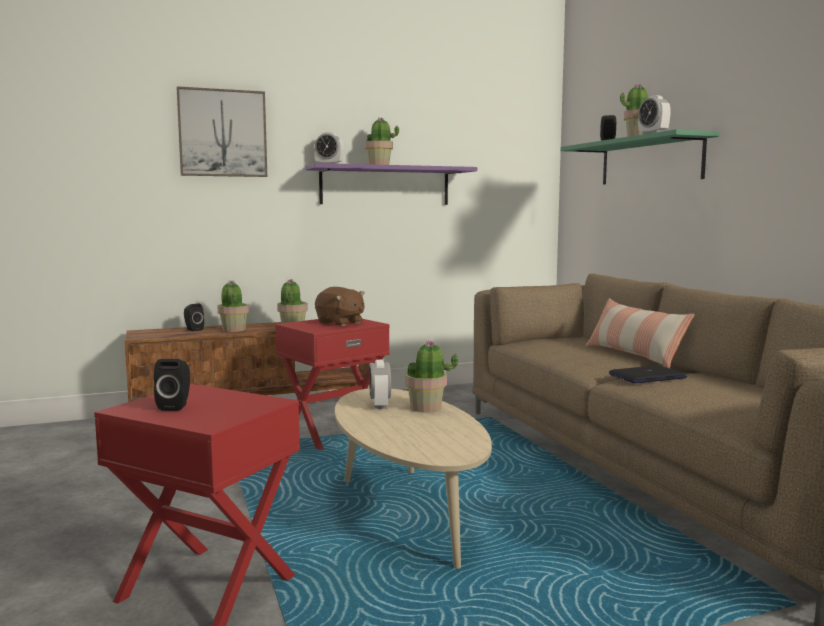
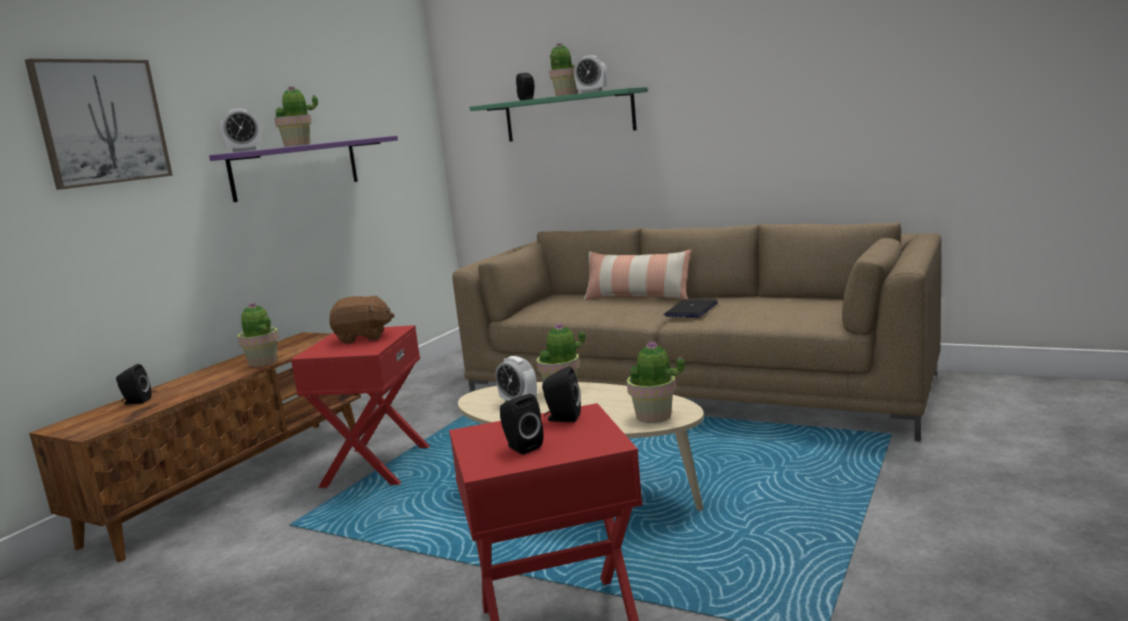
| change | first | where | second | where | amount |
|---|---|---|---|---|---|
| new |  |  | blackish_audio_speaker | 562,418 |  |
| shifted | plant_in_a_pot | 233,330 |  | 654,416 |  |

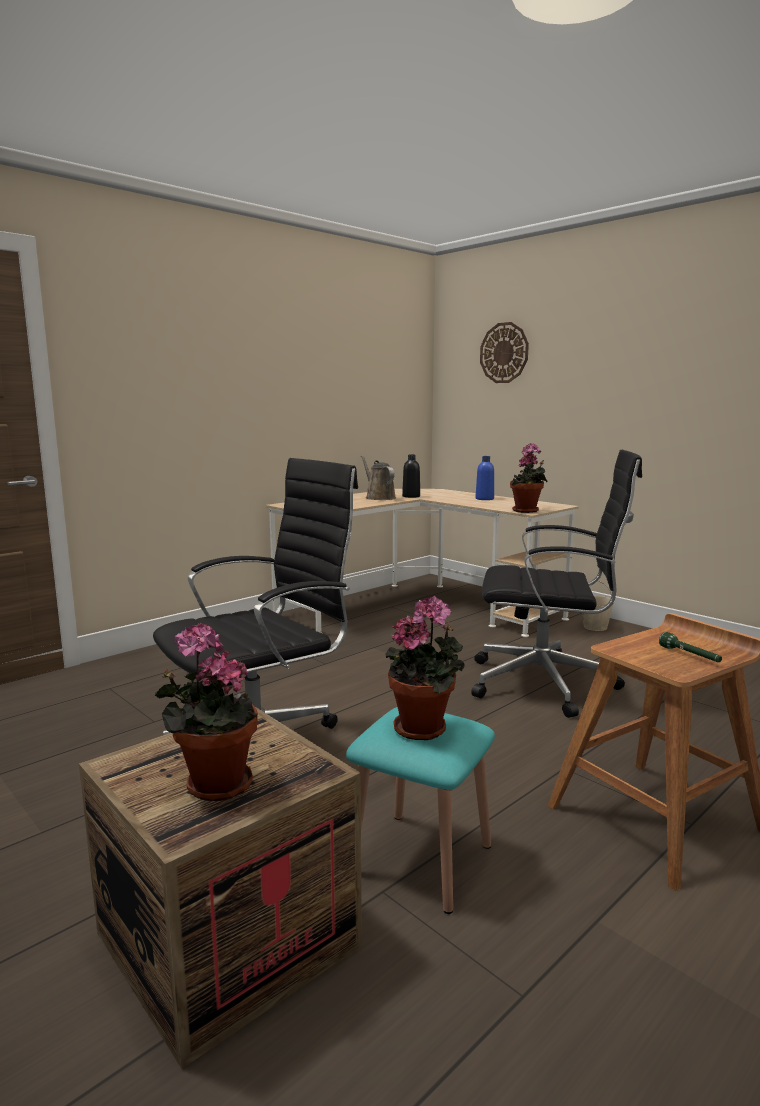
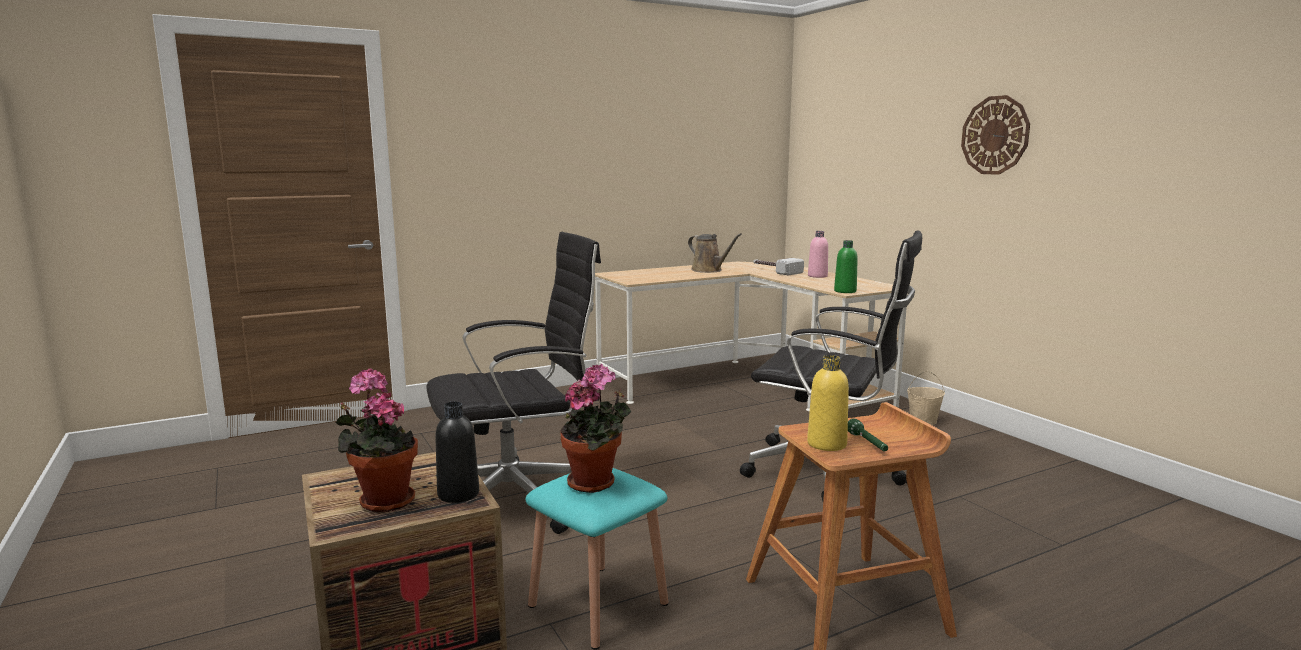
| change | first | where | second | where | amount |
|---|---|---|---|---|---|
| shifted | blackish_drink_bottle | 411,496 |  | 458,494 |  |
| rotated | brownish_watering_can | 379,497 |  | 709,270 | 150 degrees clockwise |
| new |  |  | tool_hammer | 774,271 |  |
| new |  |  | yellowish_drink_bottle | 826,444 |  |
| repainted | blue-coloured_drink_bottle | 484,499 | pink_drink_bottle | 817,276 |  |
| swapped | plant_in_a_pot | 527,511 | greenish_drink_bottle | 845,291 |  |
| shifted | clock_on_the_wall | 504,353 |  | 995,135 |  |

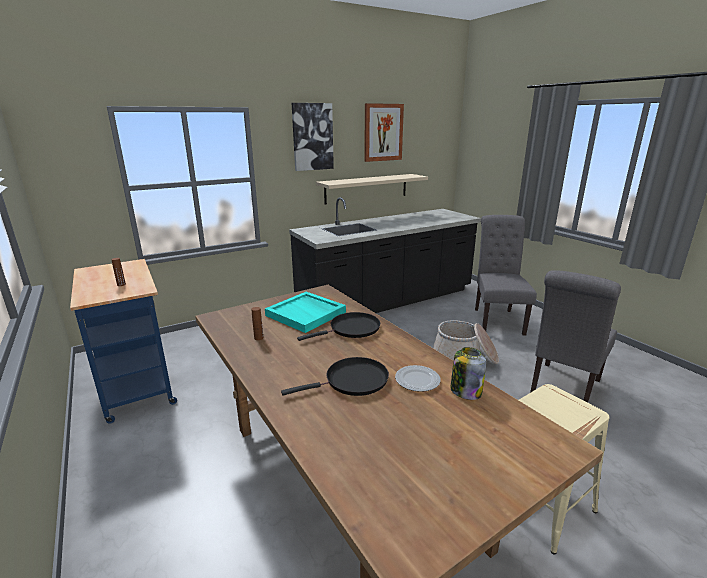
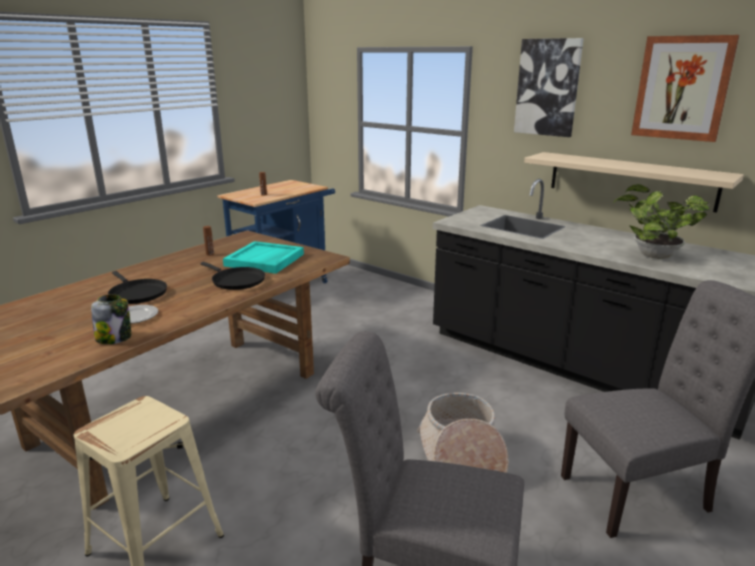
| change | first | where | second | where | amount |
|---|---|---|---|---|---|
| new |  |  | plant_in_a_pot | 651,255 |  |

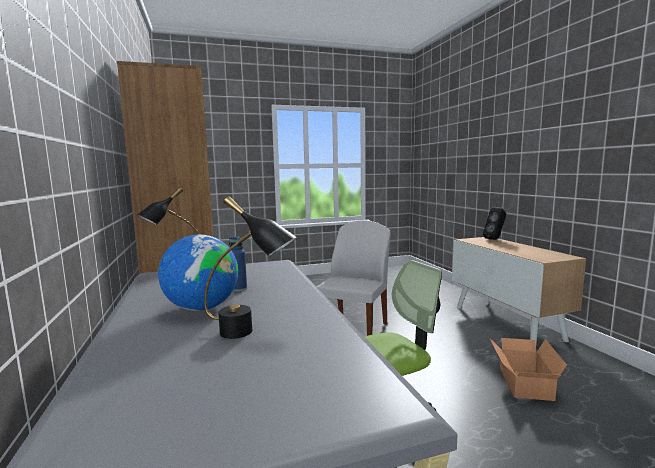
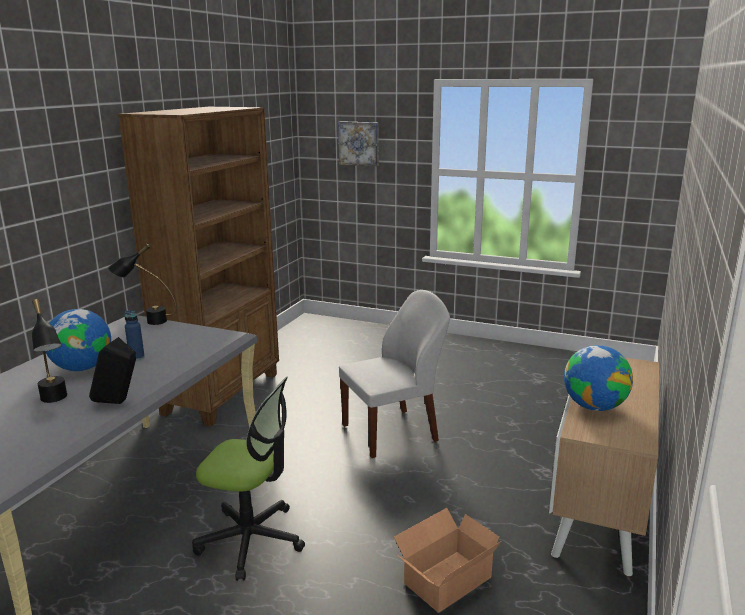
| change | first | where | second | where | amount |
|---|---|---|---|---|---|
| shifted | blackish_audio_speaker | 495,239 |  | 119,403 |  |
| new |  |  | wall_art | 359,143 |  |
| new |  |  | desk_globe | 594,406 |  |

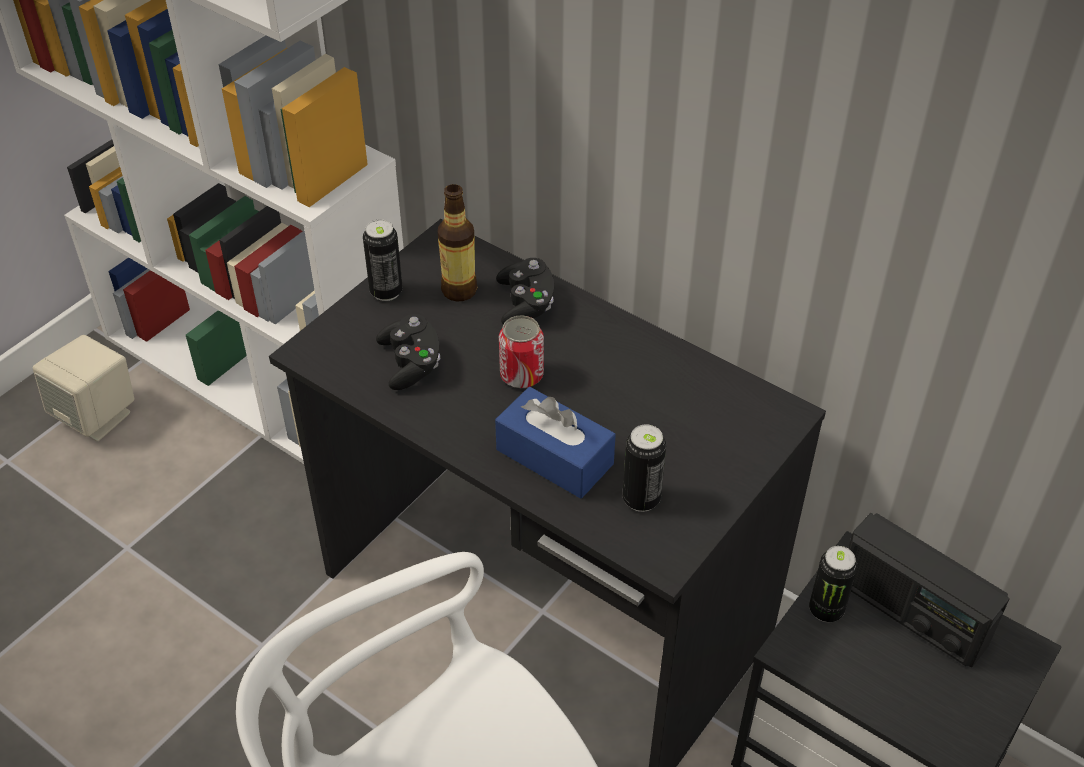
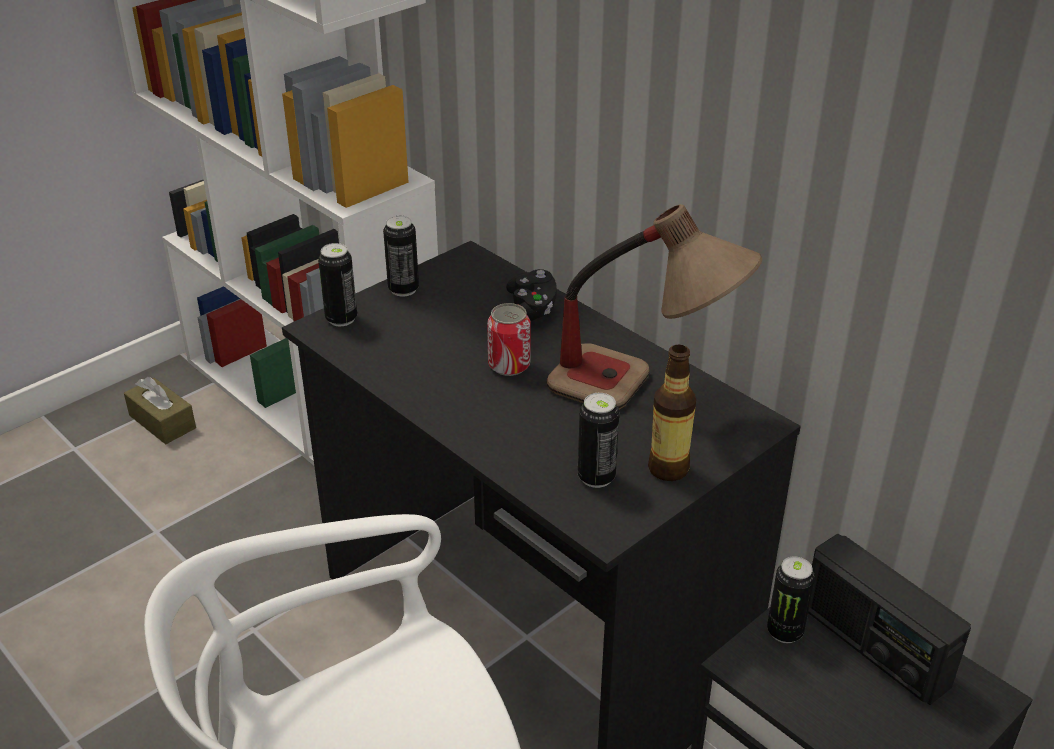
| change | first | where | second | where | amount |
|---|---|---|---|---|---|
| swapped | sand-coloured_audio_speaker | 97,416 | brownish_tissue_box | 162,422 |  |
| new |  |  | sealed_can | 341,319 |  |
| new |  |  | lamp_for_a_table | 645,395 |  |
| shifted | drink_bottle | 459,290 |  | 668,469 |  |
| gone | blackish_joypad | 411,364 |  |  |  |
| gone | blue-coloured_tissue_box | 554,457 |  |  |  |

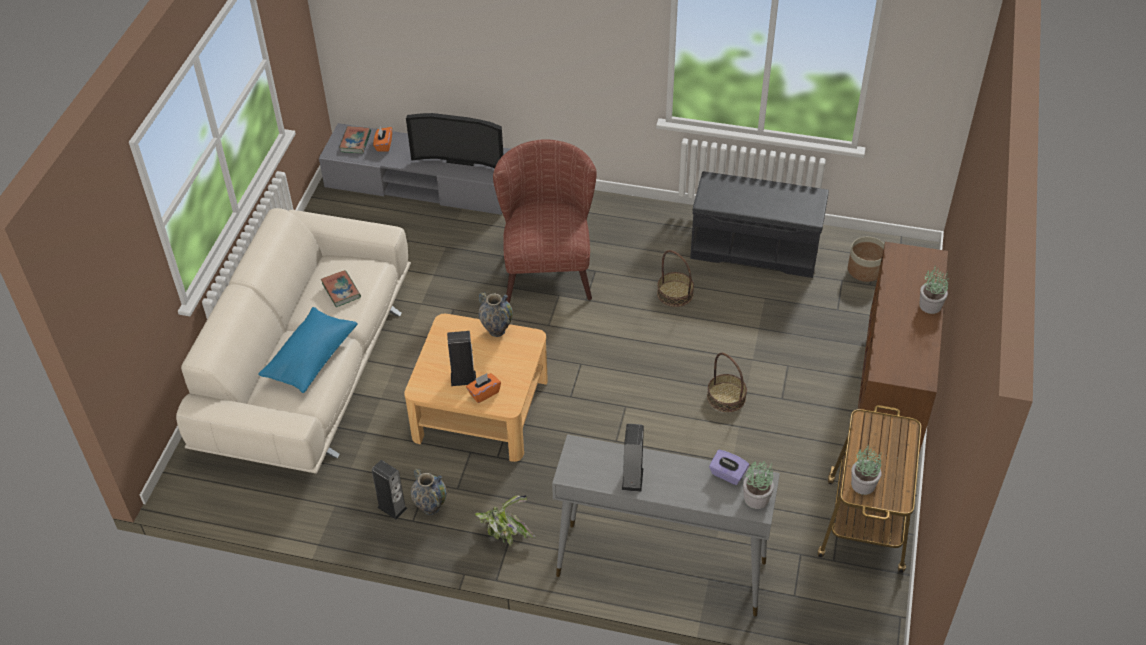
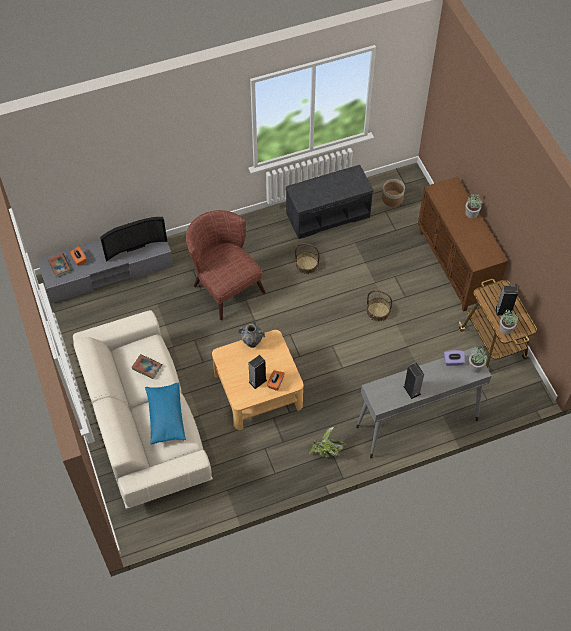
| change | first | where | second | where | amount |
|---|---|---|---|---|---|
| shifted | audio_speaker | 392,507 |  | 503,311 |  |
| gone | decorative_vase | 431,507 |  |  |  |

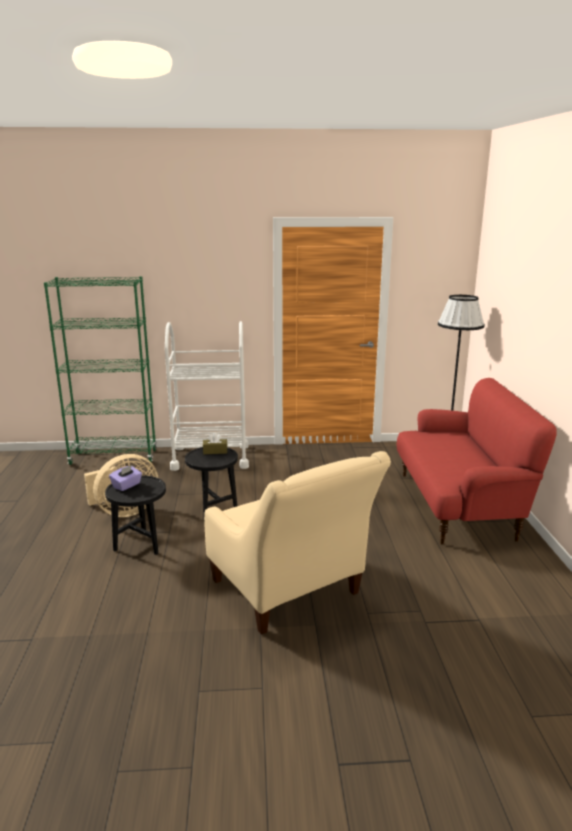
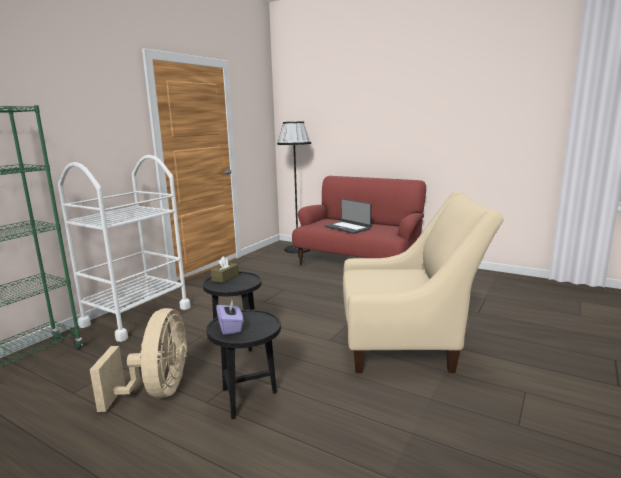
| change | first | where | second | where | amount |
|---|---|---|---|---|---|
| new |  |  | laptop | 347,227 |  |

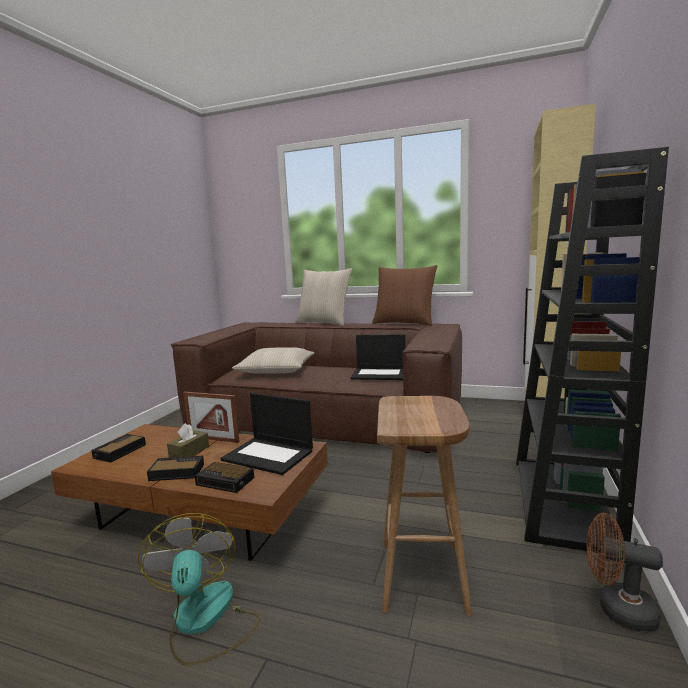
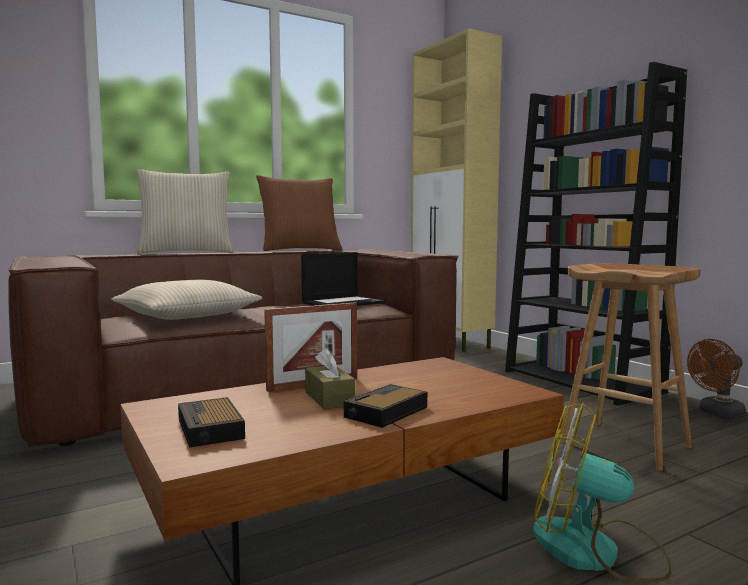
| change | first | where | second | where | amount |
|---|---|---|---|---|---|
| gone | alarm_clock | 226,481 |  |  |  |
| gone | laptop | 269,455 |  |  |  |

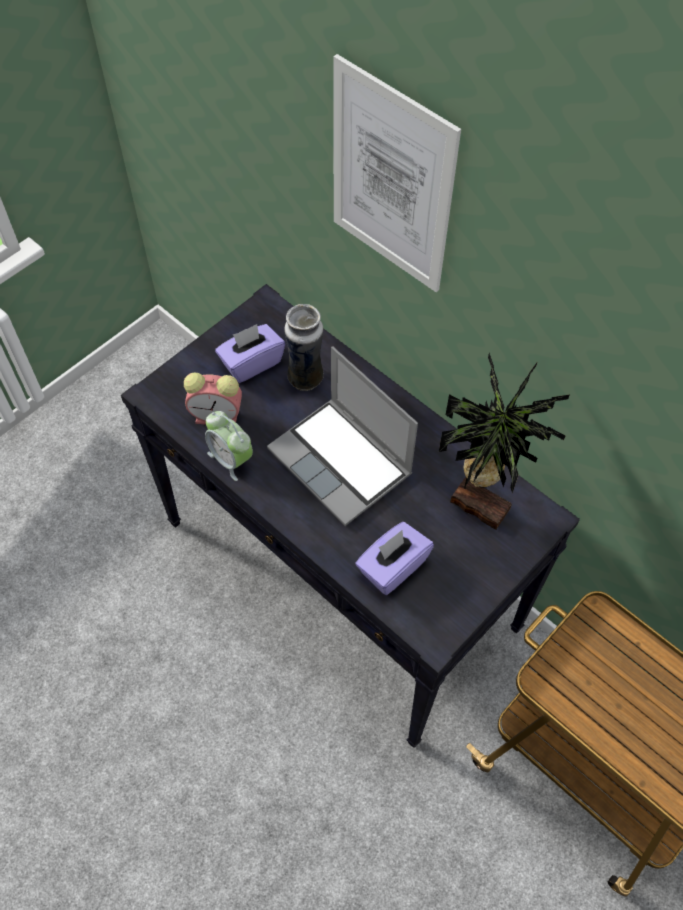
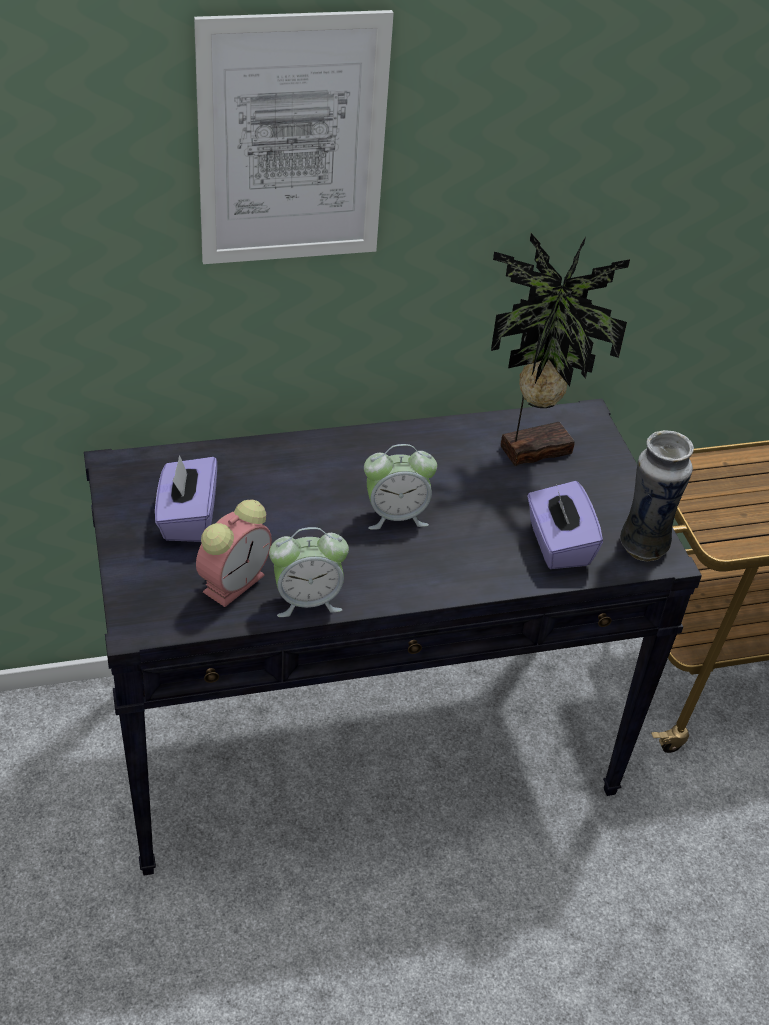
| change | first | where | second | where | amount |
|---|---|---|---|---|---|
| swapped | laptop | 342,462 | alarm_clock | 396,515 |  |
| shifted | decorative_vase | 305,378 |  | 642,546 |  |

